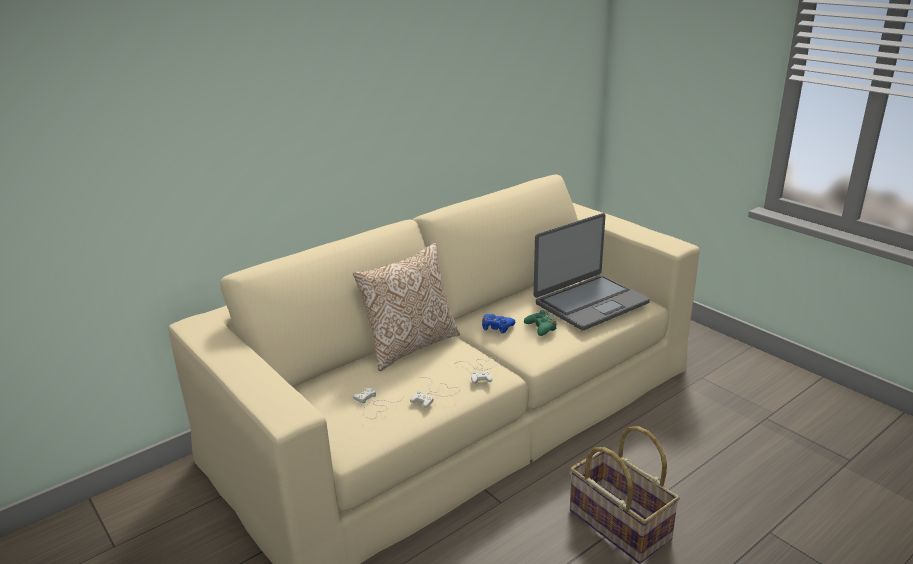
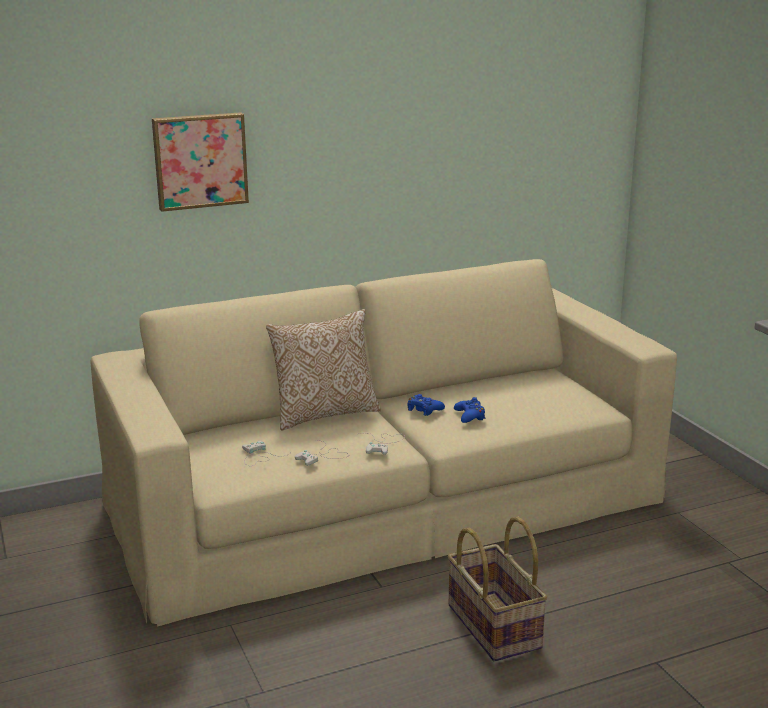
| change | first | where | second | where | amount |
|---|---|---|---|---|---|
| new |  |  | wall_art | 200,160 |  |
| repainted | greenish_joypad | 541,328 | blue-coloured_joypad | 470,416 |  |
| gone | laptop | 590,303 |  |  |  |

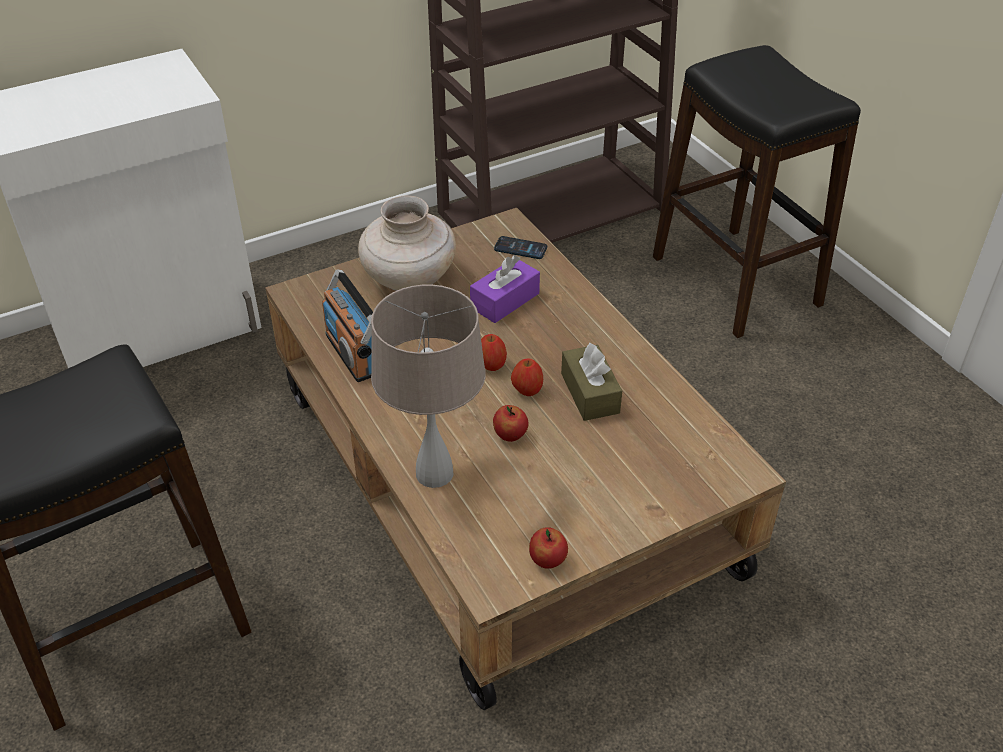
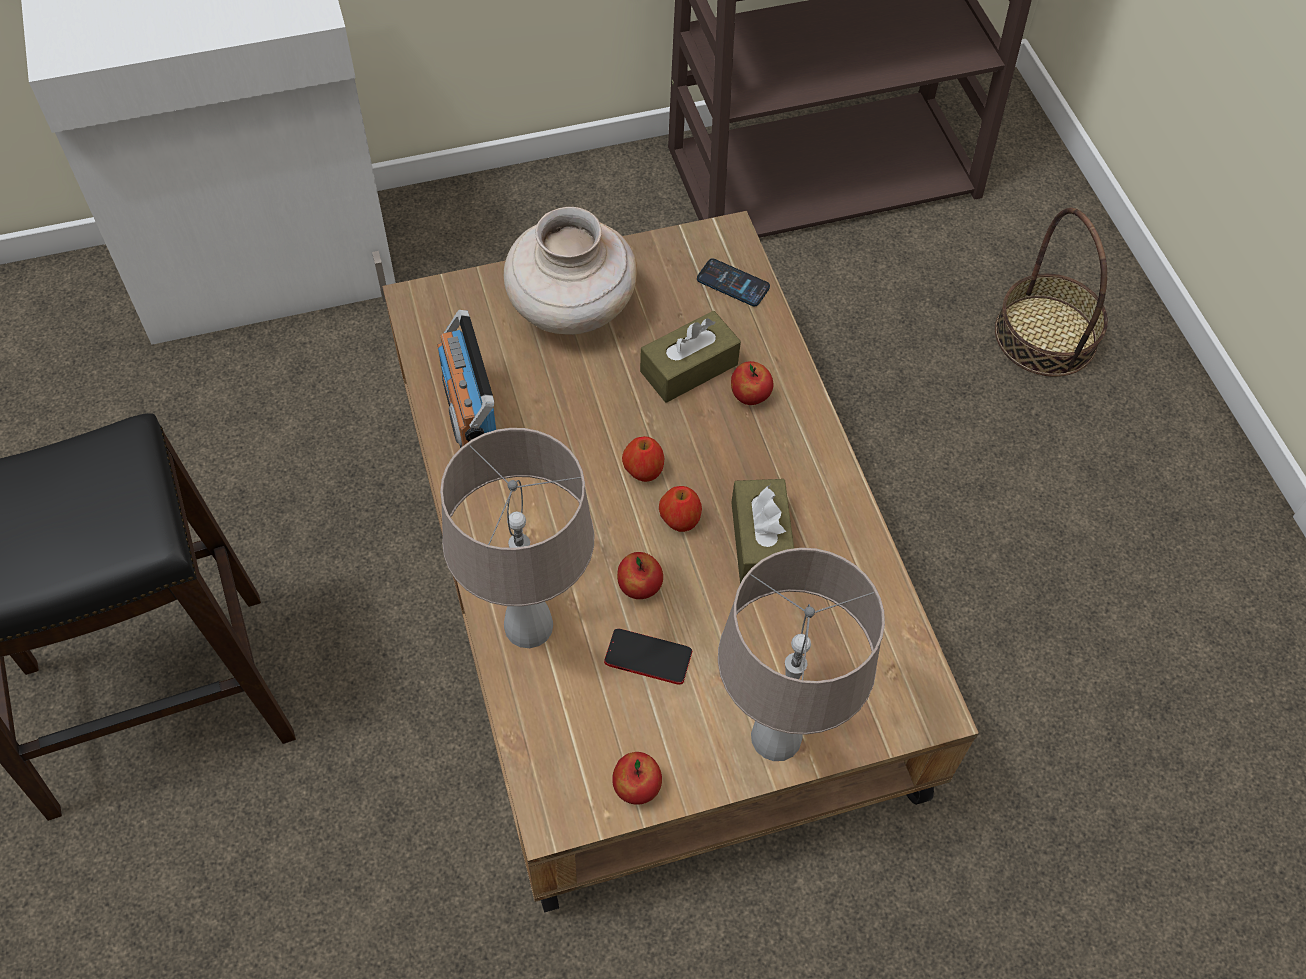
| change | first | where | second | where | amount |
|---|---|---|---|---|---|
| new |  |  | phone | 648,657 |  |
| repainted | purple_tissue_box | 505,301 | brownish_tissue_box | 689,368 |  |
| new |  |  | sand-coloured_lamp_for_a_table | 775,737 |  |
| new |  |  | apple | 750,396 |  |
| swapped | blackish_sitting_stool | 736,281 | basket | 1046,336 |  |

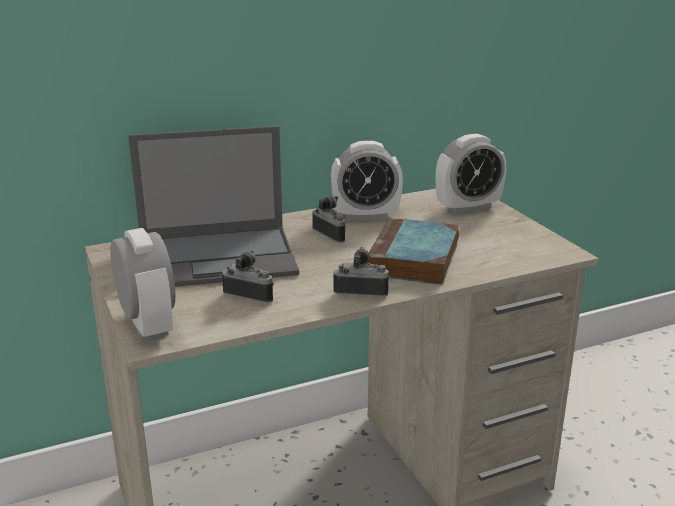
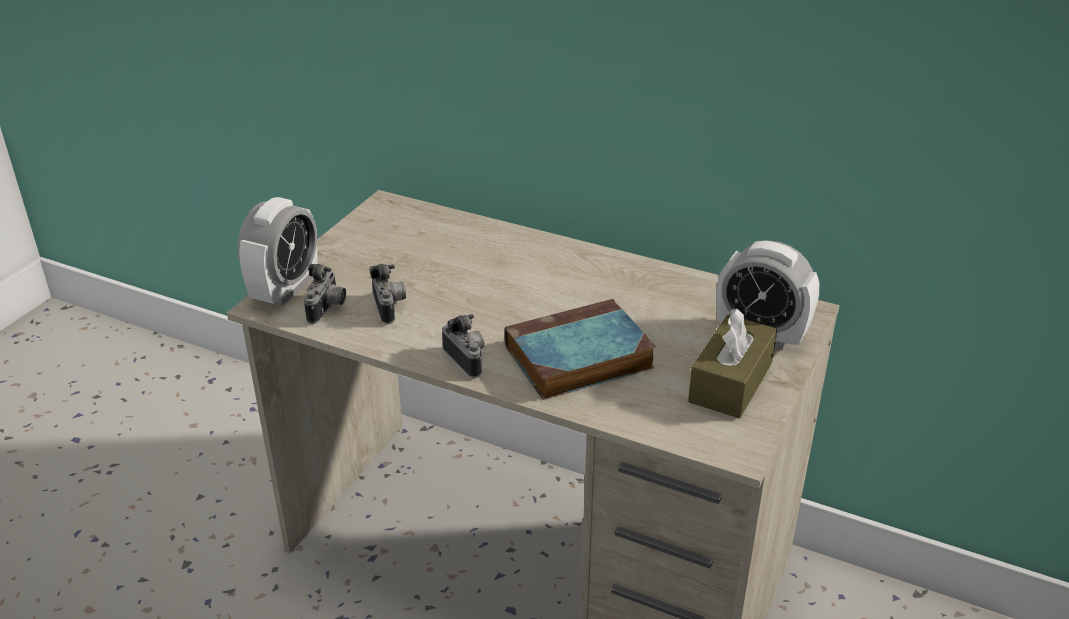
| change | first | where | second | where | amount |
|---|---|---|---|---|---|
| shifted | still_camera | 332,234 |  | 328,309 |  |
| new |  |  | brownish_tissue_box | 731,382 |  |
| gone | laptop | 218,257 |  |  |  |
| gone | alarm_clock | 365,216 |  |  |  |

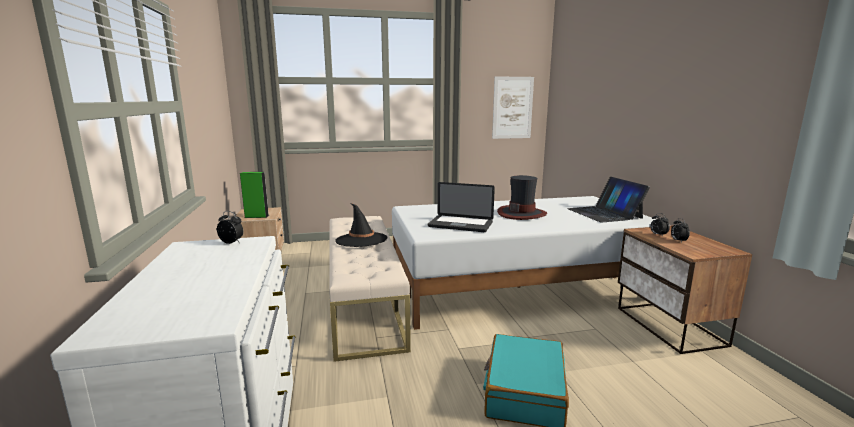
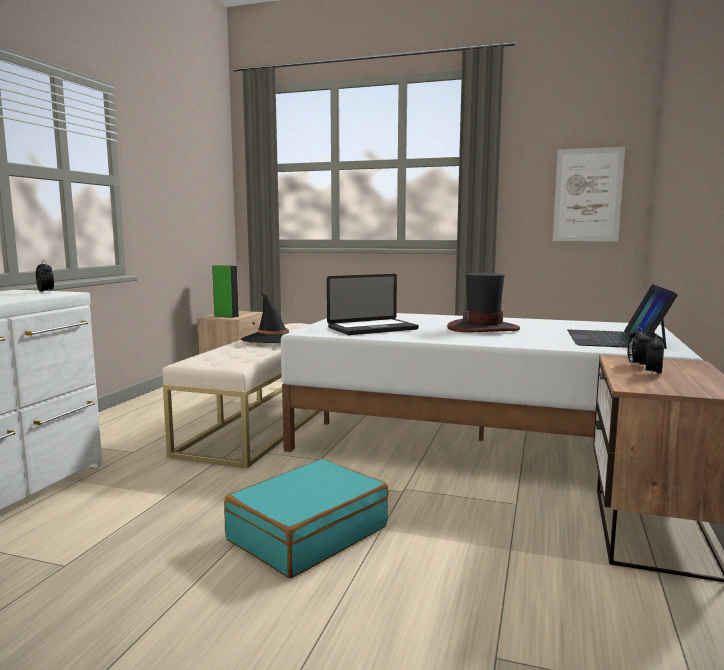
| change | first | where | second | where | amount |
|---|---|---|---|---|---|
| rotated | laptop | 460,225 |  | 372,329 | 75 degrees counterclockwise |

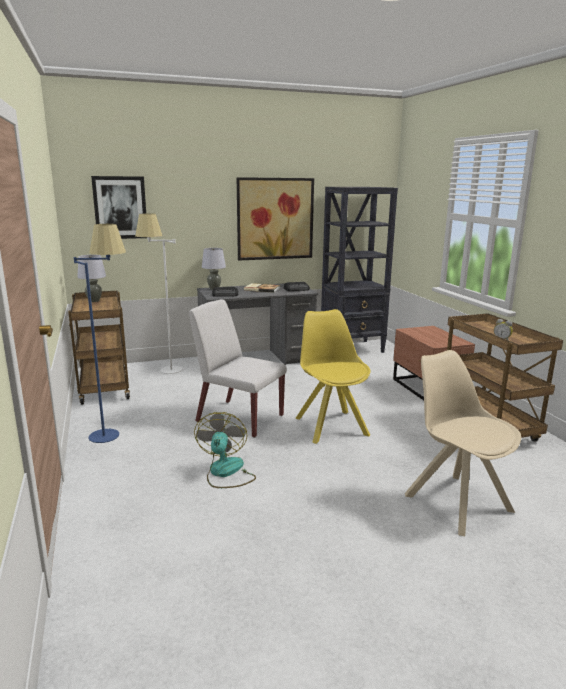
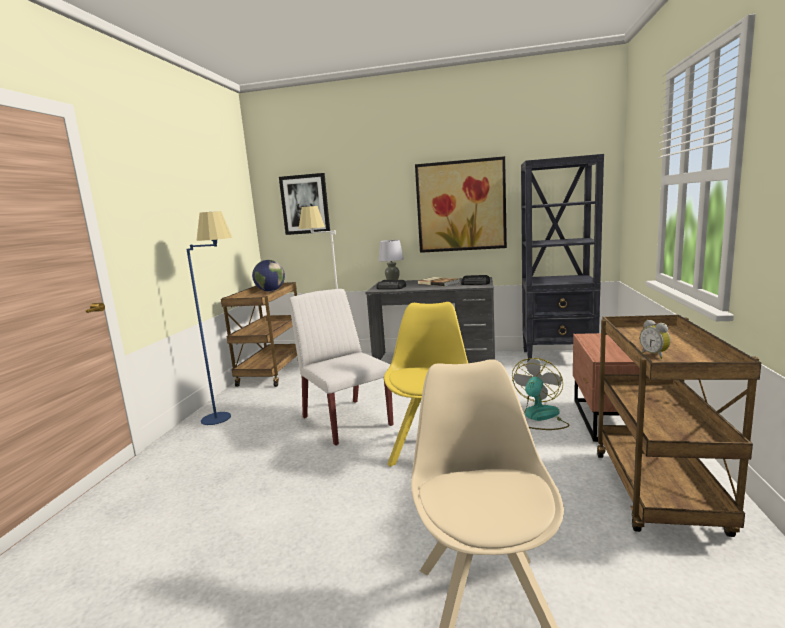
| change | first | where | second | where | amount |
|---|---|---|---|---|---|
| swapped | greyish_lamp_for_a_table | 94,301 | desk_globe | 270,291 |  |
| shifted | cooling_fan | 225,472 |  | 539,417 |  |

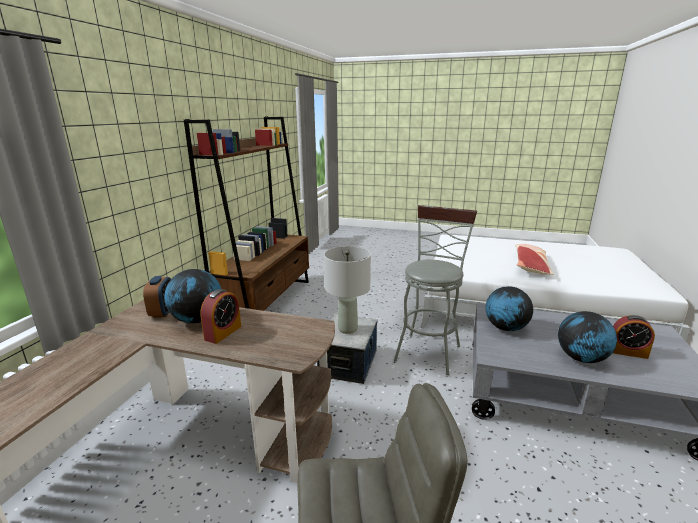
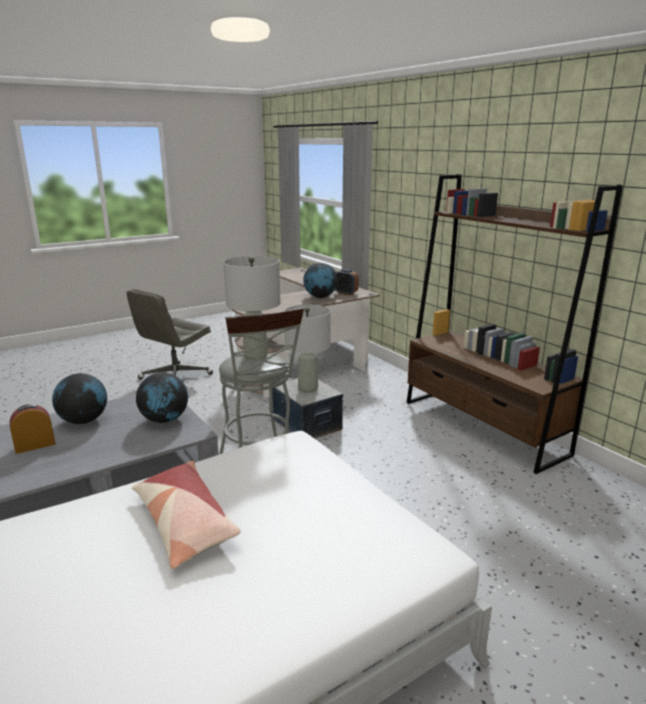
| change | first | where | second | where | amount |
|---|---|---|---|---|---|
| new |  |  | greyish_lamp_for_a_table | 256,356 |  |
| gone | alarm_clock | 223,333 |  |  |  |

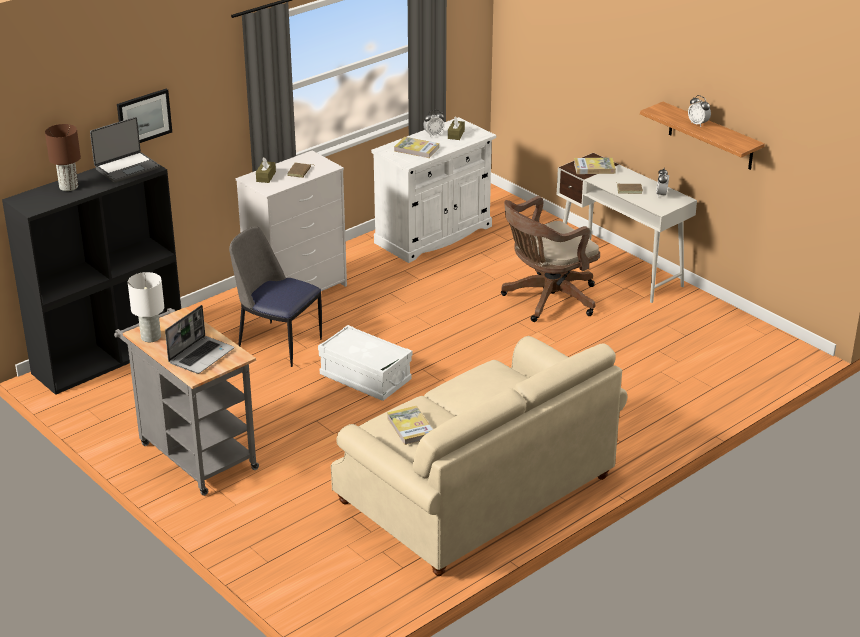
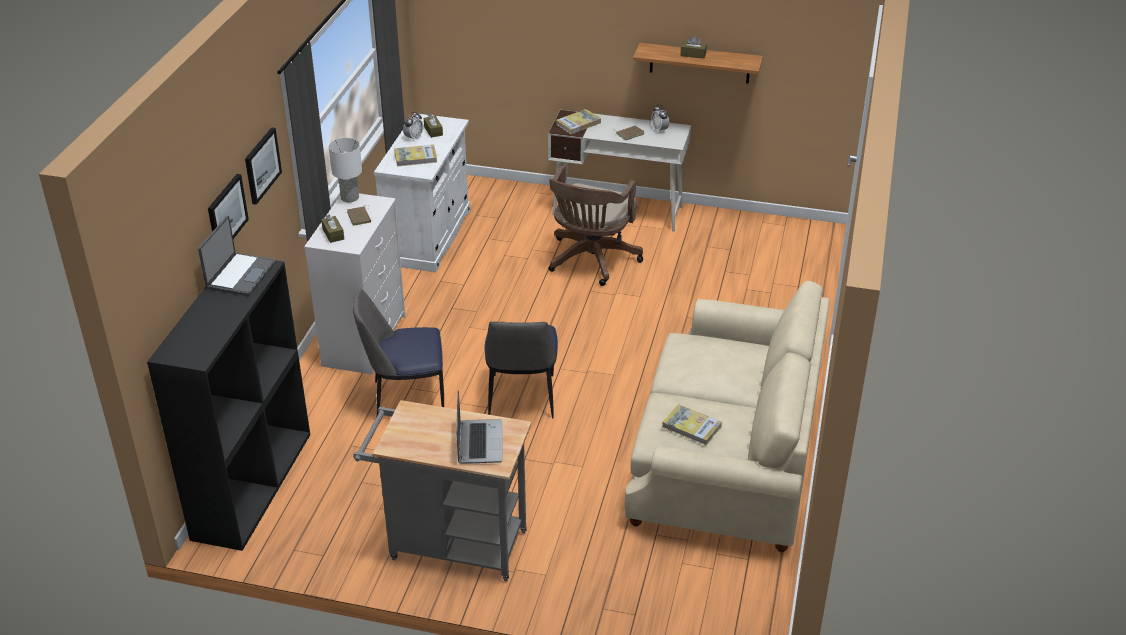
| change | first | where | second | where | amount |
|---|---|---|---|---|---|
| new |  |  | wall_art | 261,165 |  |
| shifted | white-coloured_lamp_for_a_table | 151,337 |  | 350,197 |  |
| swapped | white-coloured_storage_box | 365,378 | upright_chair | 521,398 |  |
| swapped | alarm_clock | 698,124 | brownish_tissue_box | 693,54 |  |
| gone | brownish_lamp_for_a_table | 69,187 |  |  |  |

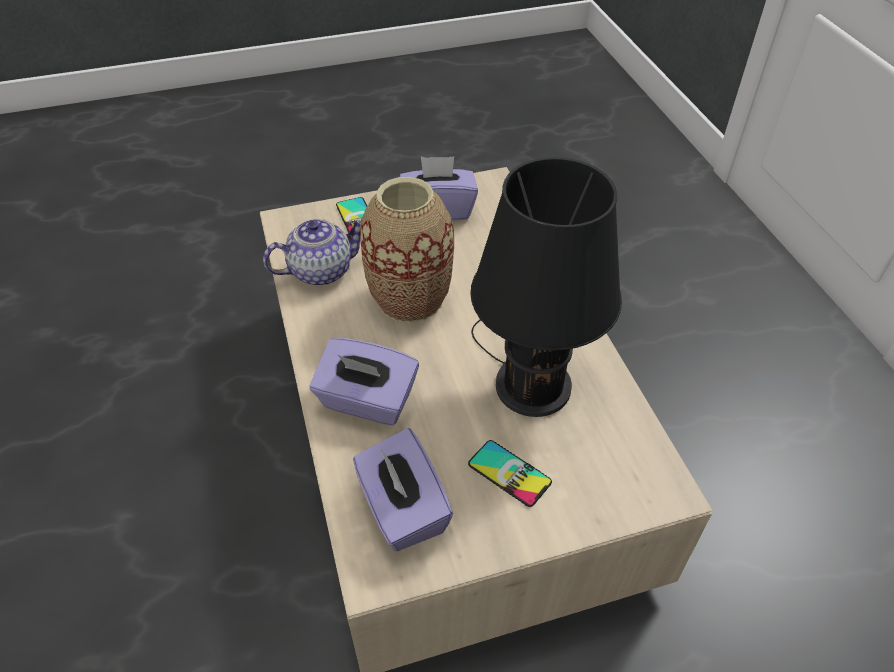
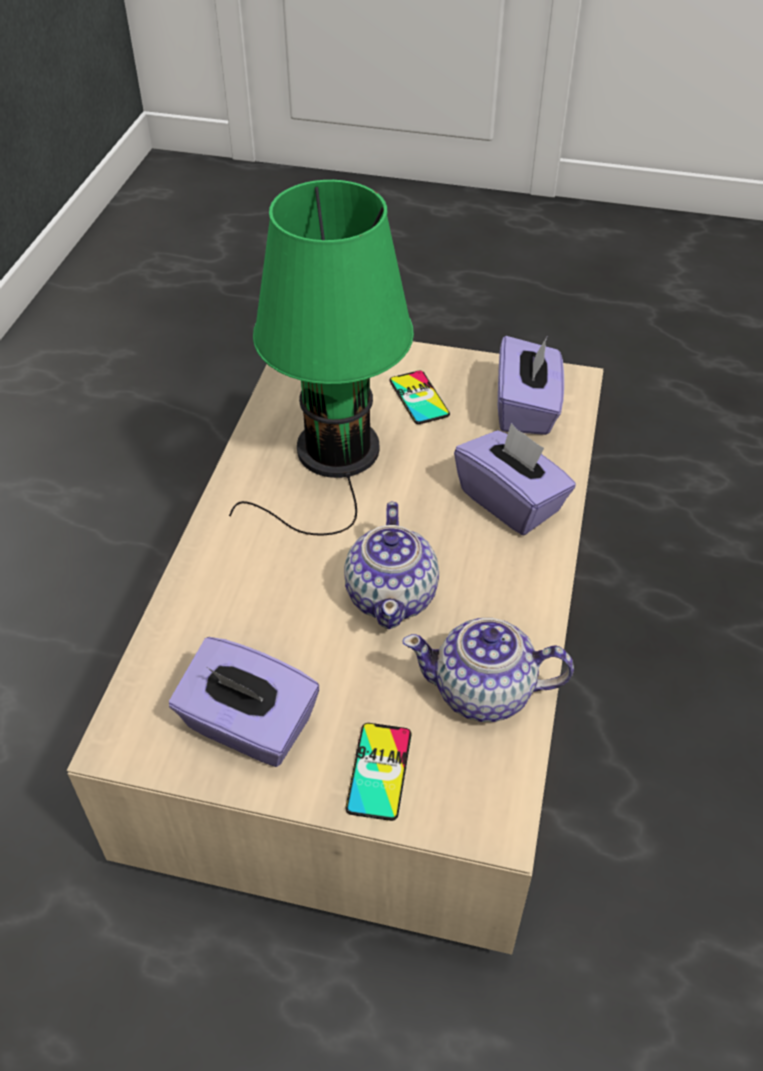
| change | first | where | second | where | amount |
|---|---|---|---|---|---|
| repainted | blackish_lamp_for_a_table | 530,379 | greenish_lamp_for_a_table | 334,456 |  |
| swapped | decorative_vase | 410,299 | pot_for_tea | 392,595 |  |

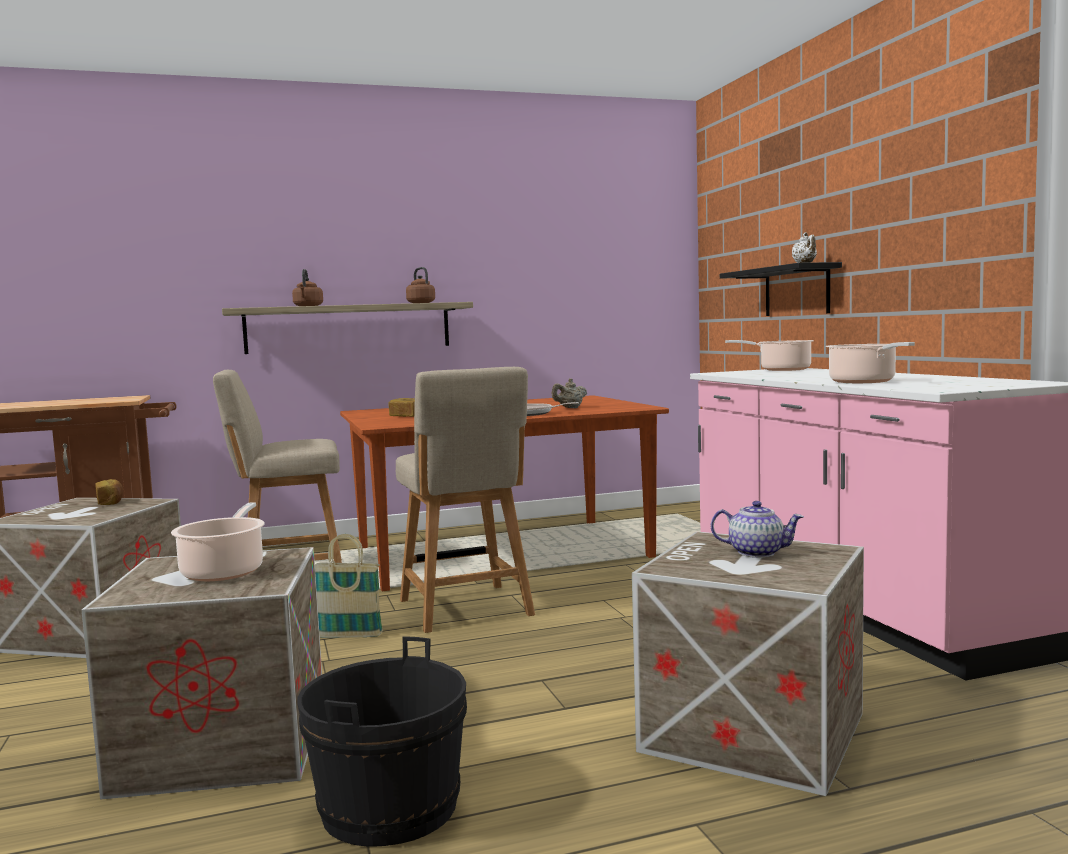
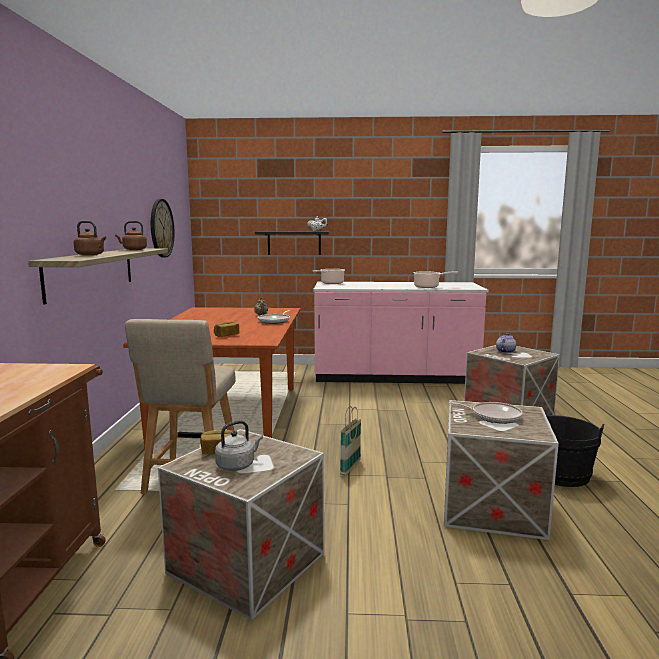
| change | first | where | second | where | amount |
|---|---|---|---|---|---|
| new |  |  | clock_on_the_wall | 161,228 |  |
| new |  |  | greyish_kettle | 237,465 |  |
| swapped | cooking_pot | 224,571 | frying_pan | 493,416 |  |
| gone | sand-coloured_upright_chair | 467,610 |  |  |  |

